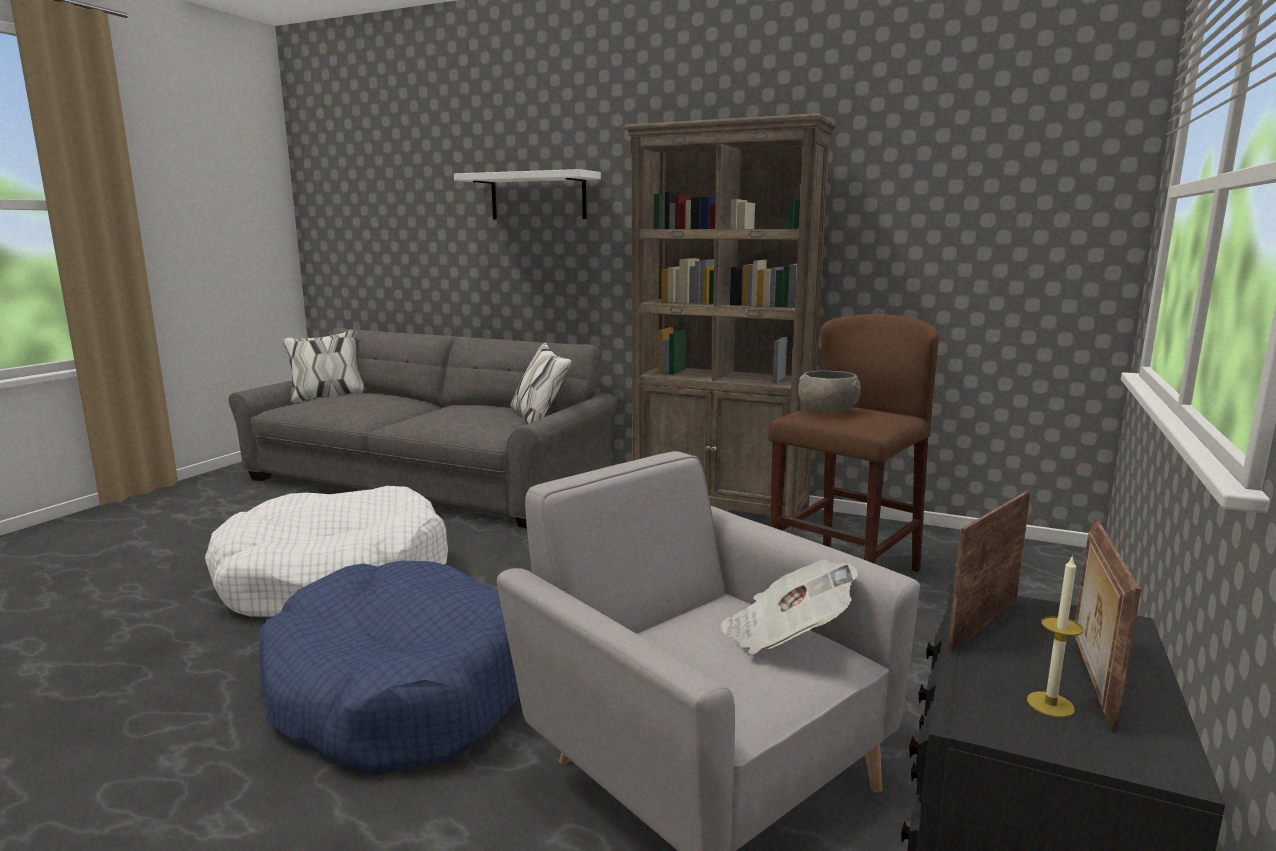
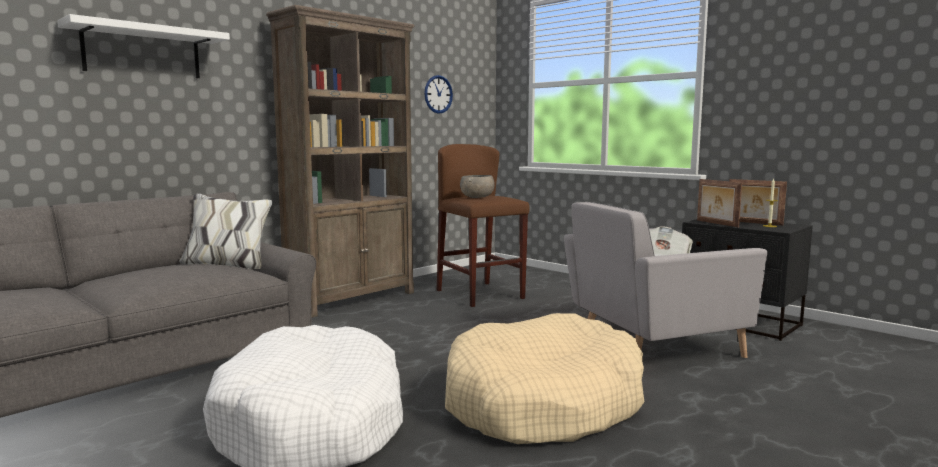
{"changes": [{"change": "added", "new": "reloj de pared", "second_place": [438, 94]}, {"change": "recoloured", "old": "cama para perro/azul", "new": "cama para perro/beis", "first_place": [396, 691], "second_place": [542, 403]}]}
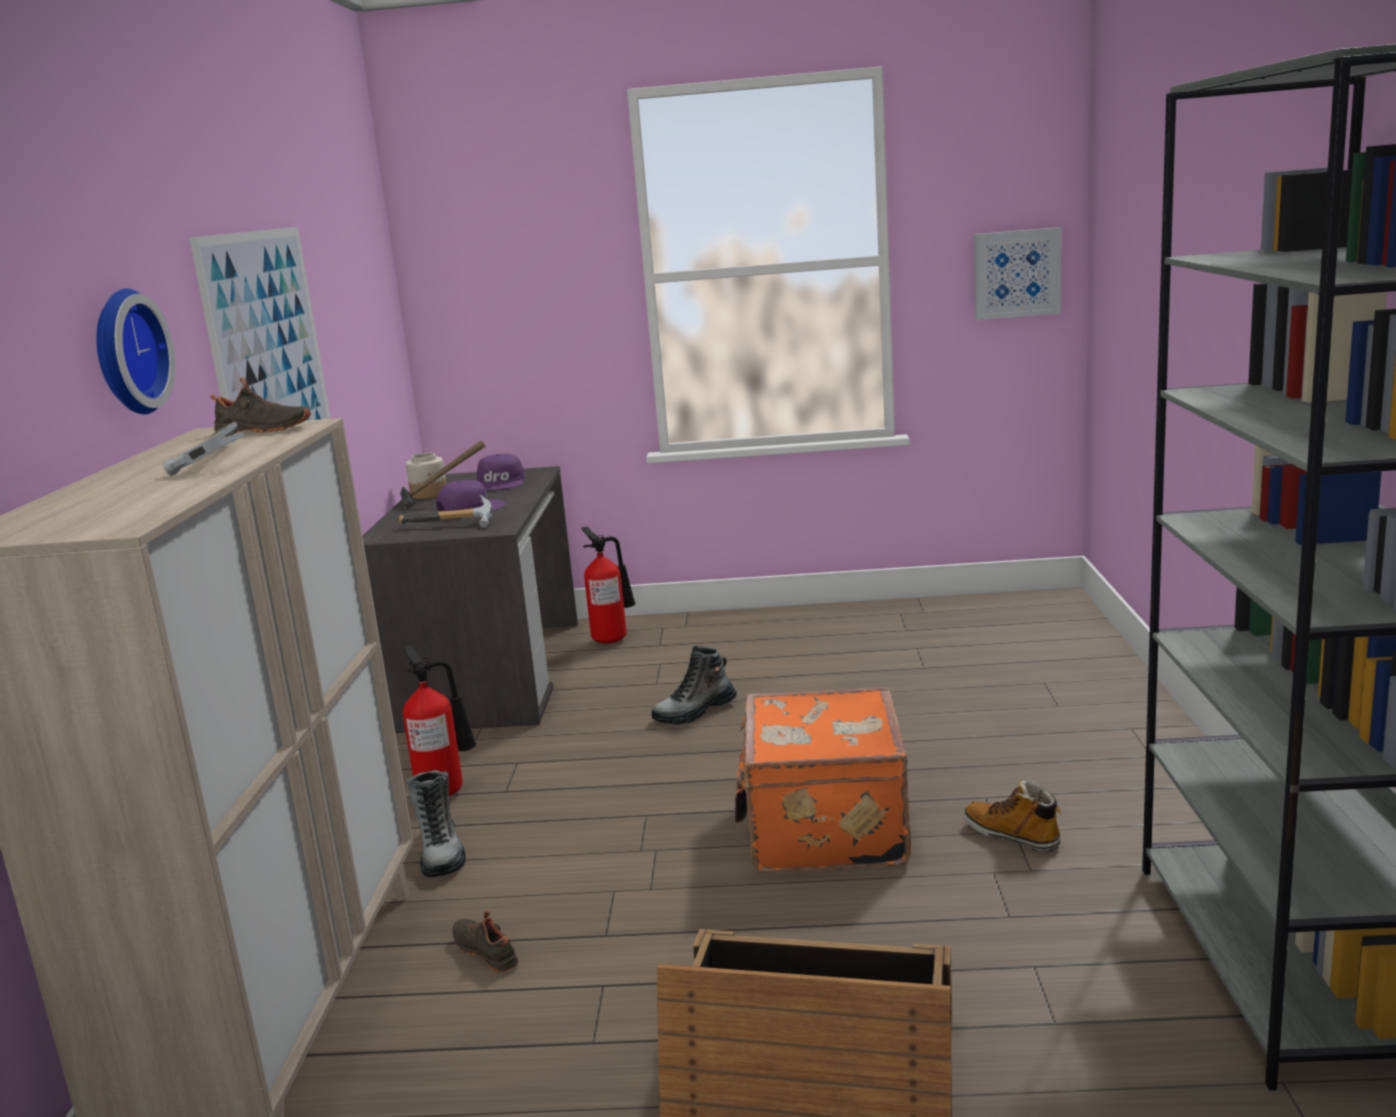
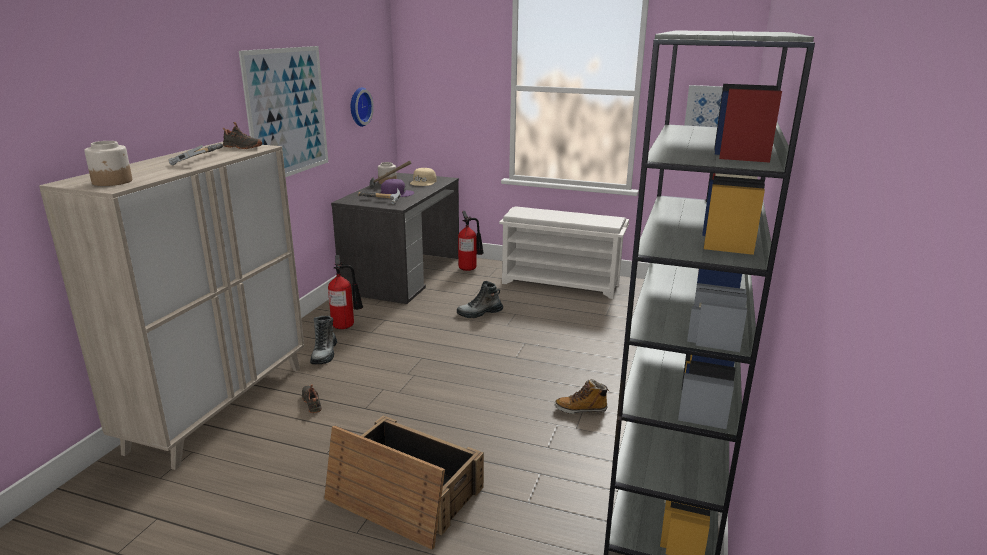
{"changes": [{"change": "added", "new": "tarro", "second_place": [112, 182]}, {"change": "moved", "old": "reloj de pared", "first_place": [125, 352], "second_place": [358, 106]}, {"change": "recoloured", "old": "gorra/morado", "new": "gorra/beis", "first_place": [501, 483], "second_place": [423, 182]}, {"change": "added", "new": "zapatero/blanco", "second_place": [561, 284]}, {"change": "turned", "old": "bota", "first_place": [1012, 836], "second_place": [581, 409], "degrees": -60}, {"change": "removed", "old": "maleta/naranja", "first_place": [822, 829]}]}
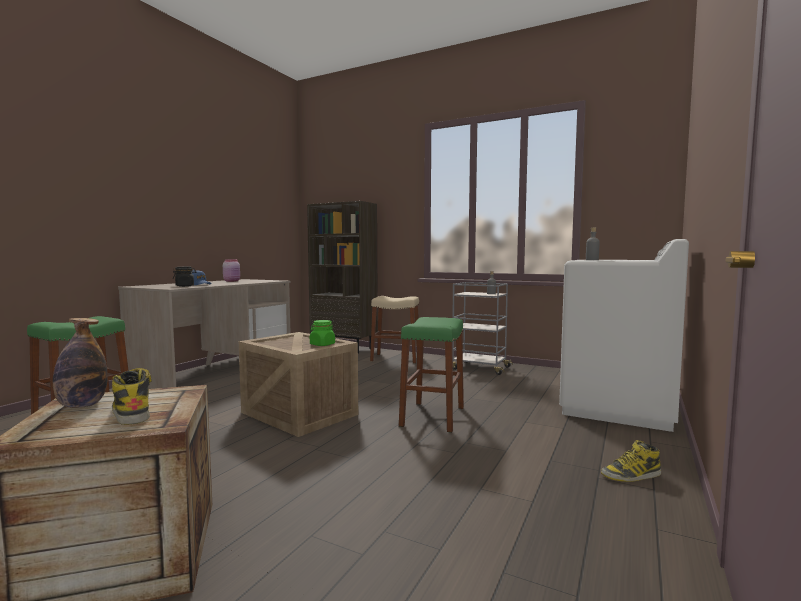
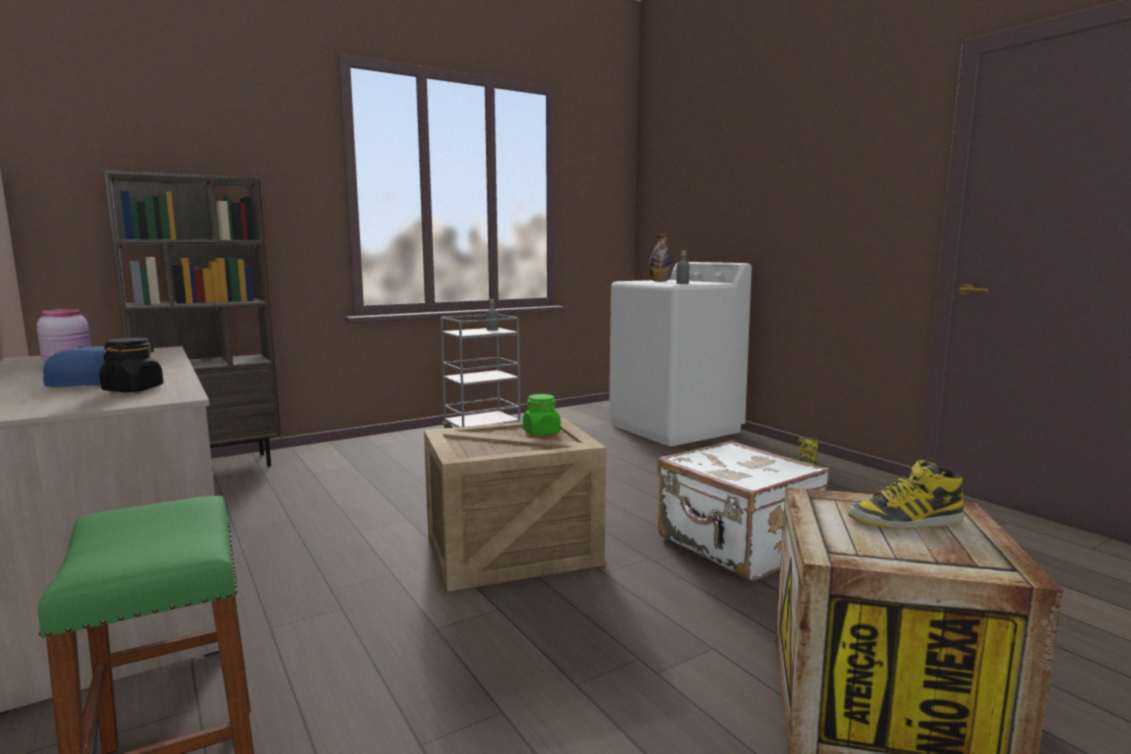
{"changes": [{"change": "moved", "old": "botella", "first_place": [82, 405], "second_place": [660, 282]}, {"change": "added", "new": "maleta/blanco", "second_place": [736, 546]}, {"change": "removed", "old": "taburete/beis", "first_place": [395, 358]}, {"change": "removed", "old": "taburete/verde", "first_place": [433, 416]}]}
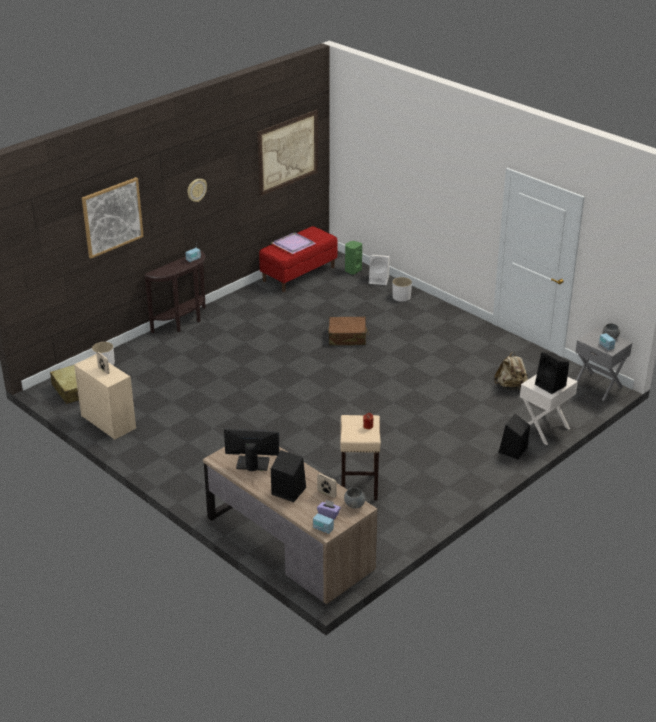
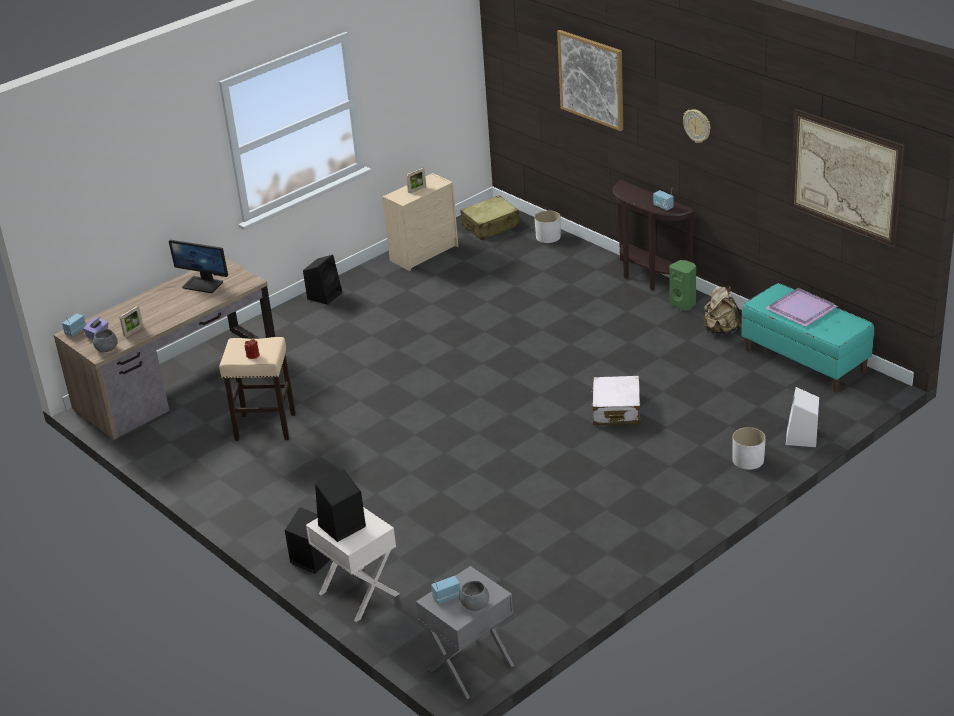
{"changes": [{"change": "turned", "old": "monitor", "first_place": [252, 464], "second_place": [203, 284], "degrees": 105}, {"change": "moved", "old": "altavoz/negro", "first_place": [287, 491], "second_place": [325, 295]}, {"change": "recoloured", "old": "maleta/marrón", "new": "maleta/blanco", "first_place": [347, 337], "second_place": [616, 410]}, {"change": "moved", "old": "altavoz/verde", "first_place": [352, 270], "second_place": [683, 304]}, {"change": "moved", "old": "mochila/beis", "first_place": [510, 386], "second_place": [721, 330]}, {"change": "recoloured", "old": "banco/rojo", "new": "banco/turquesa", "first_place": [298, 274], "second_place": [805, 360]}]}
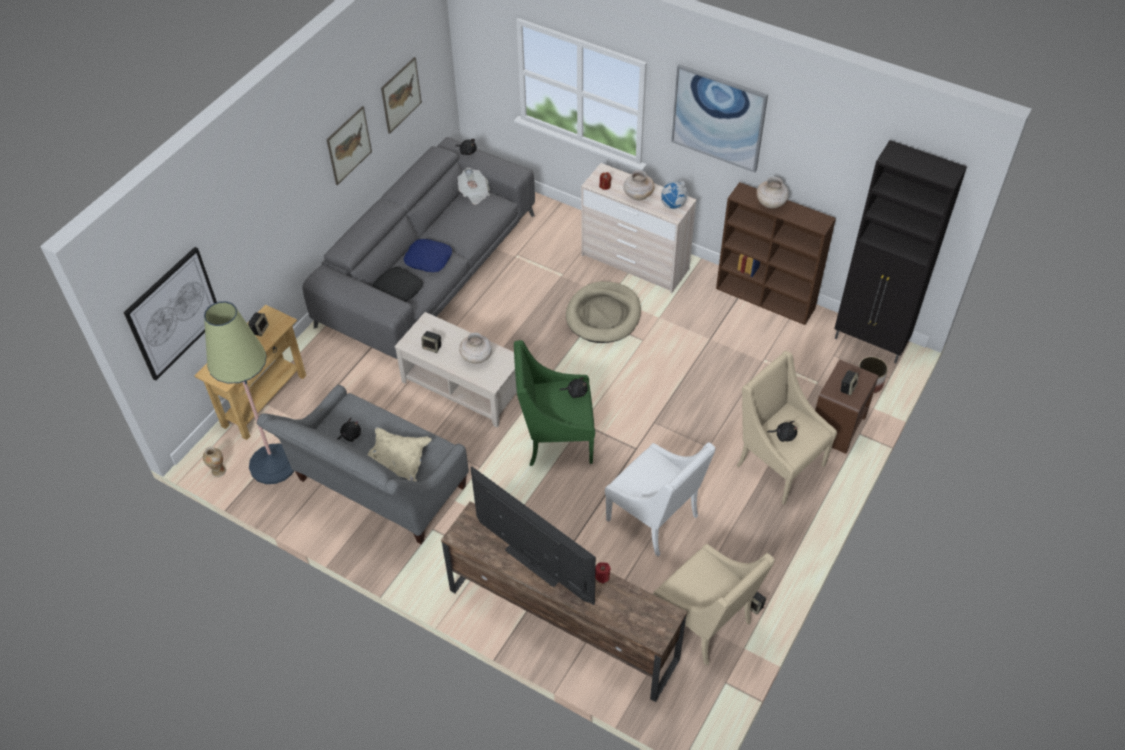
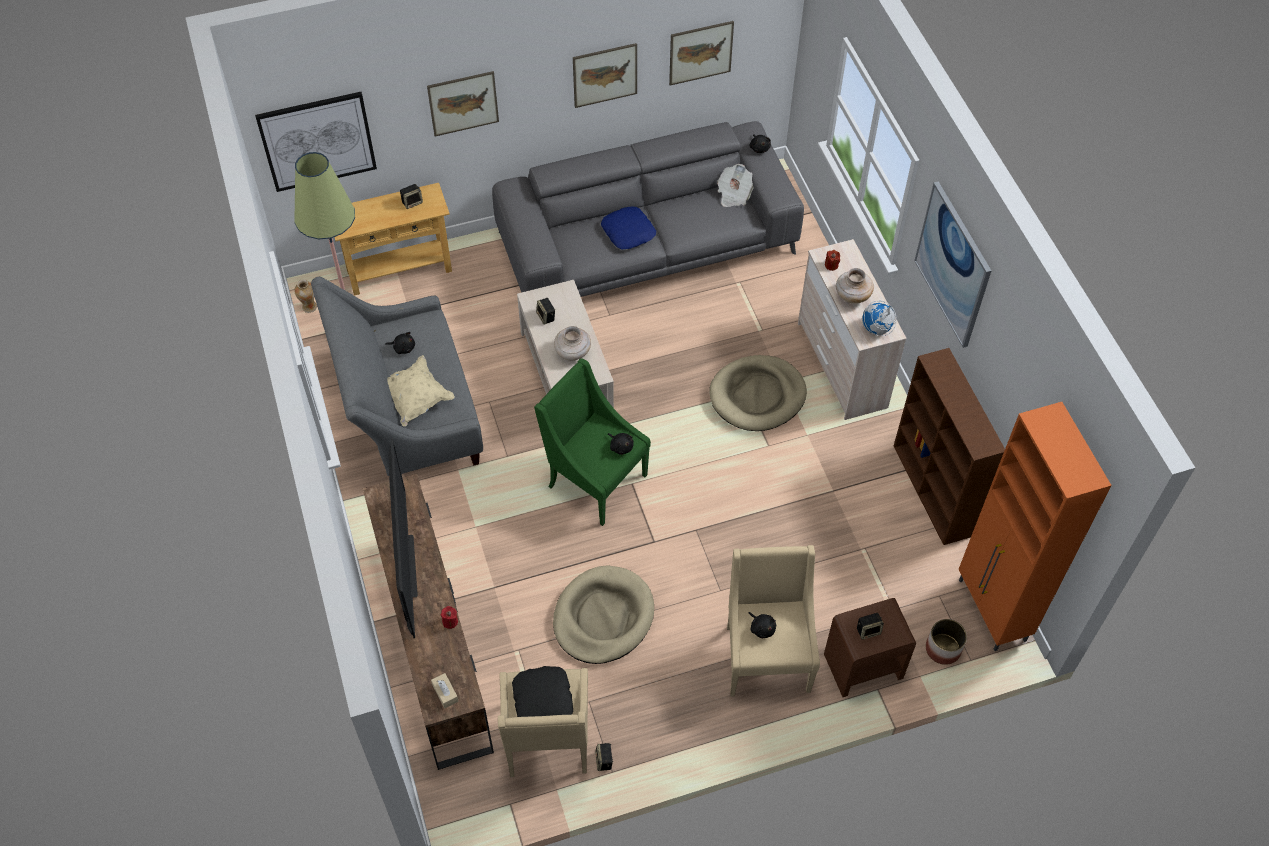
{"changes": [{"change": "added", "new": "cuadro", "second_place": [463, 103]}, {"change": "added", "new": "caja de pañuelos/beis", "second_place": [445, 693]}, {"change": "moved", "old": "cojín/negro", "first_place": [398, 289], "second_place": [543, 699]}, {"change": "replaced", "old": "sillón/blanco", "new": "cama para perro/beis", "first_place": [655, 519], "second_place": [603, 617]}, {"change": "recoloured", "old": "armario/negro", "new": "armario/naranja", "first_place": [870, 342], "second_place": [992, 611]}, {"change": "removed", "old": "florero/beis", "first_place": [771, 203]}]}
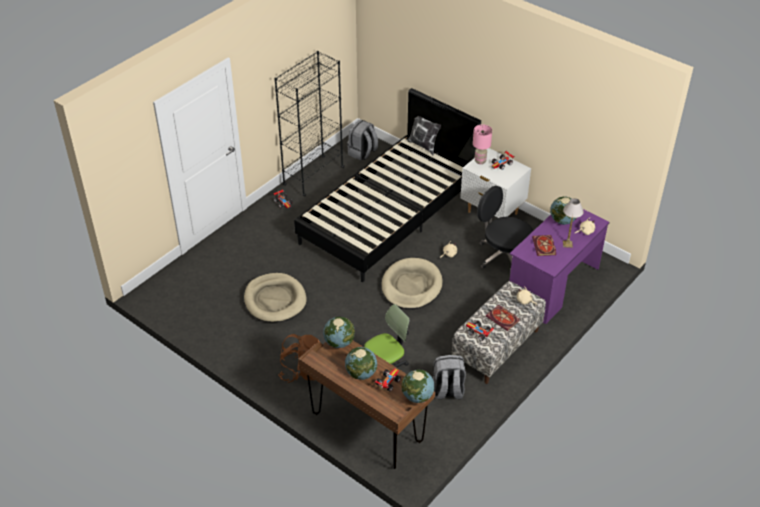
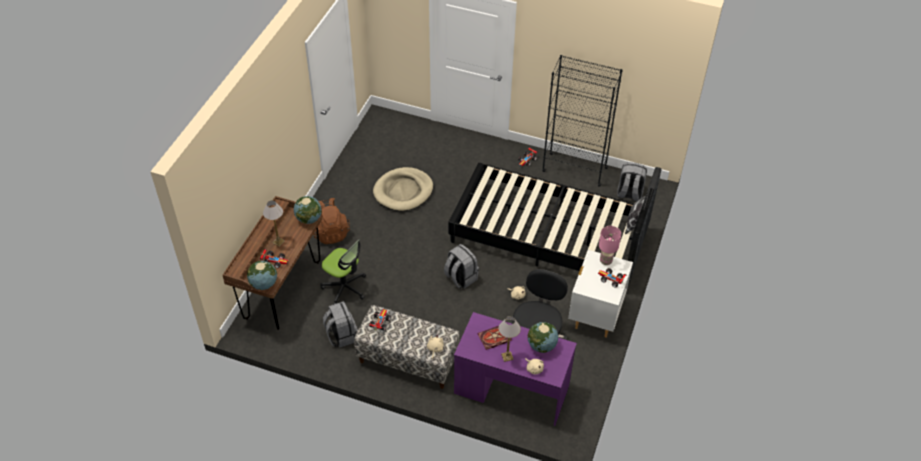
{"changes": [{"change": "replaced", "old": "globo terráqueo", "new": "lámpara de mesa", "first_place": [361, 373], "second_place": [278, 242]}, {"change": "replaced", "old": "cama para perro/beis", "new": "mochila/gris", "first_place": [411, 286], "second_place": [460, 278]}, {"change": "removed", "old": "libro", "first_place": [503, 319]}]}
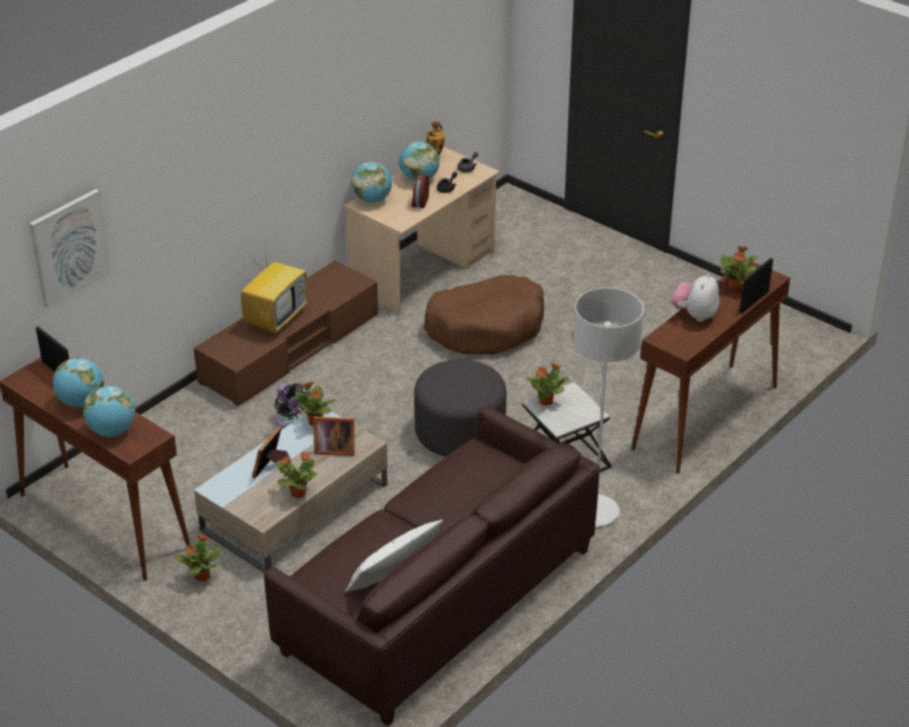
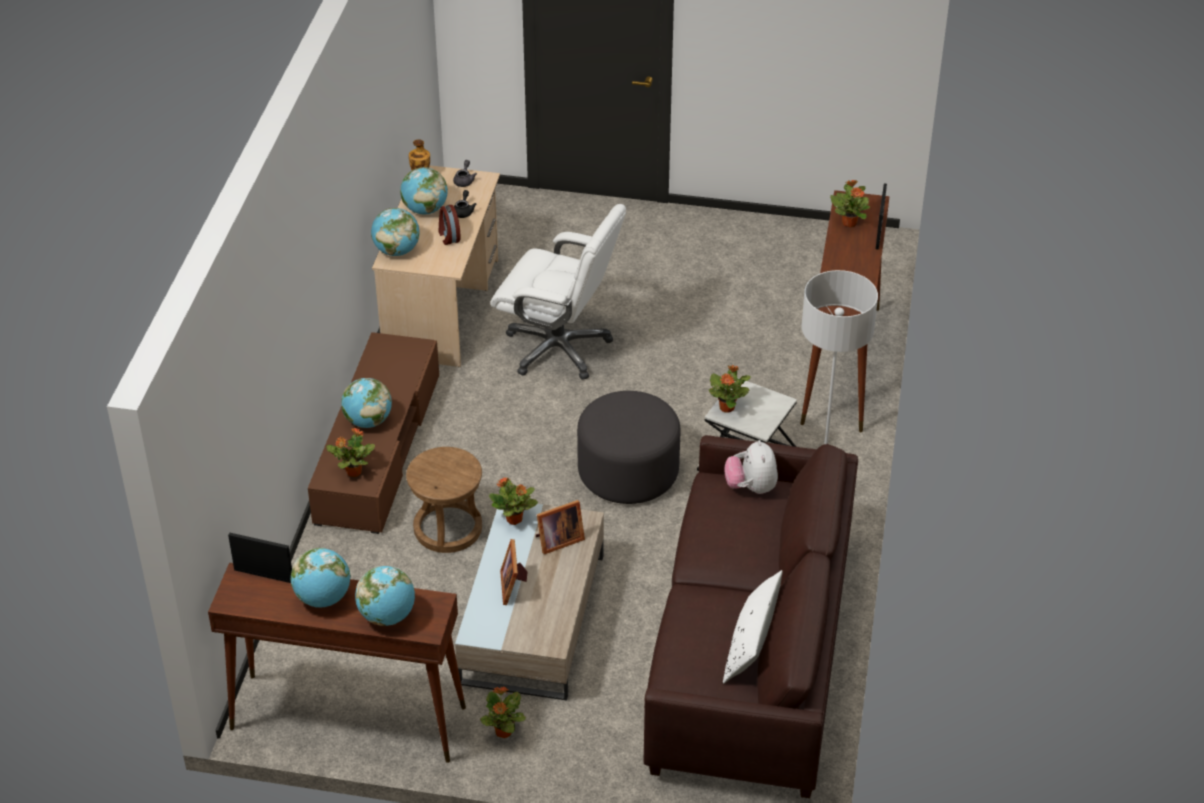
{"changes": [{"change": "moved", "old": "planta en maceta", "first_place": [297, 493], "second_place": [353, 472]}, {"change": "replaced", "old": "televisor", "new": "globo terráqueo", "first_place": [276, 319], "second_place": [368, 421]}, {"change": "replaced", "old": "ventilador/negro", "new": "taburete/marrón", "first_place": [290, 421], "second_place": [447, 528]}, {"change": "replaced", "old": "cama para perro/marrón", "new": "silla de oficina/blanco", "first_place": [486, 327], "second_place": [559, 348]}, {"change": "moved", "old": "peluche", "first_place": [695, 315], "second_place": [751, 487]}, {"change": "removed", "old": "cuadro", "first_place": [69, 247]}]}
